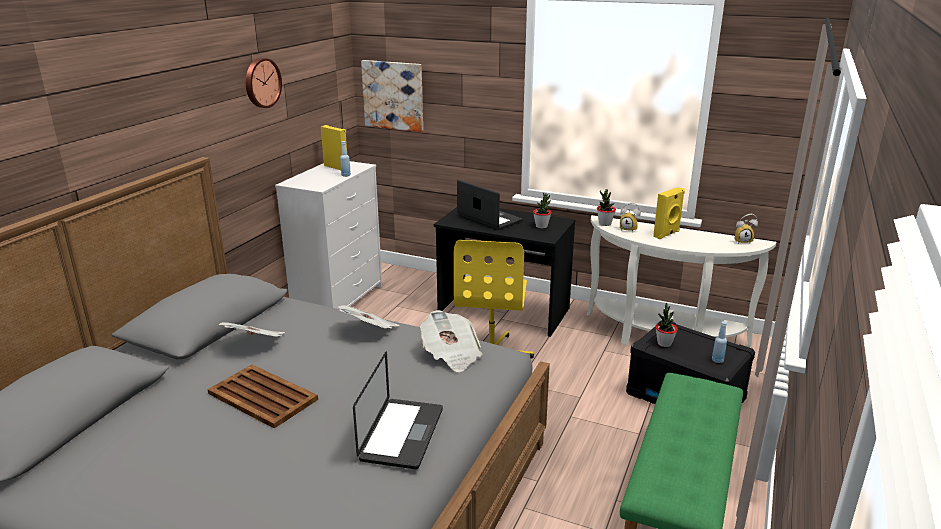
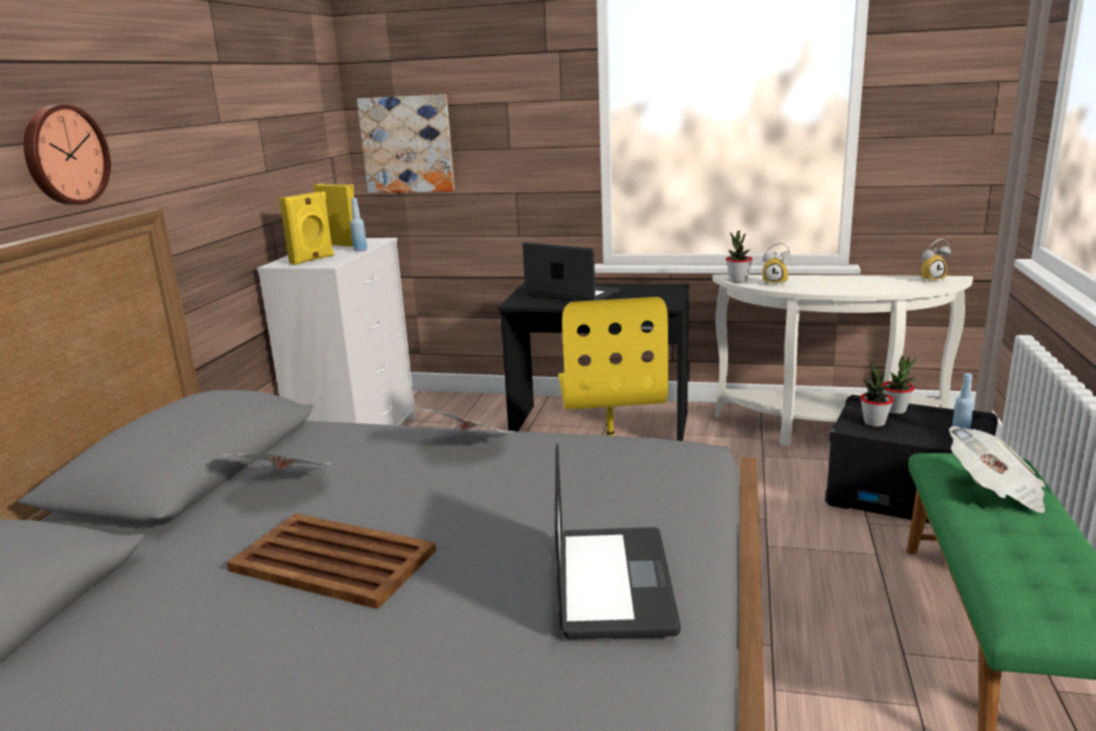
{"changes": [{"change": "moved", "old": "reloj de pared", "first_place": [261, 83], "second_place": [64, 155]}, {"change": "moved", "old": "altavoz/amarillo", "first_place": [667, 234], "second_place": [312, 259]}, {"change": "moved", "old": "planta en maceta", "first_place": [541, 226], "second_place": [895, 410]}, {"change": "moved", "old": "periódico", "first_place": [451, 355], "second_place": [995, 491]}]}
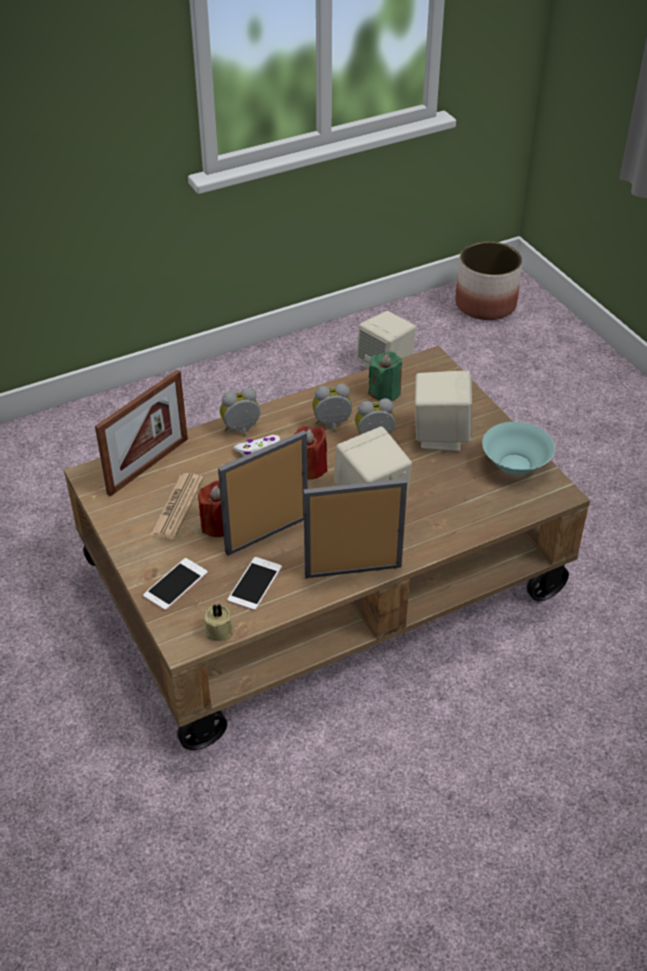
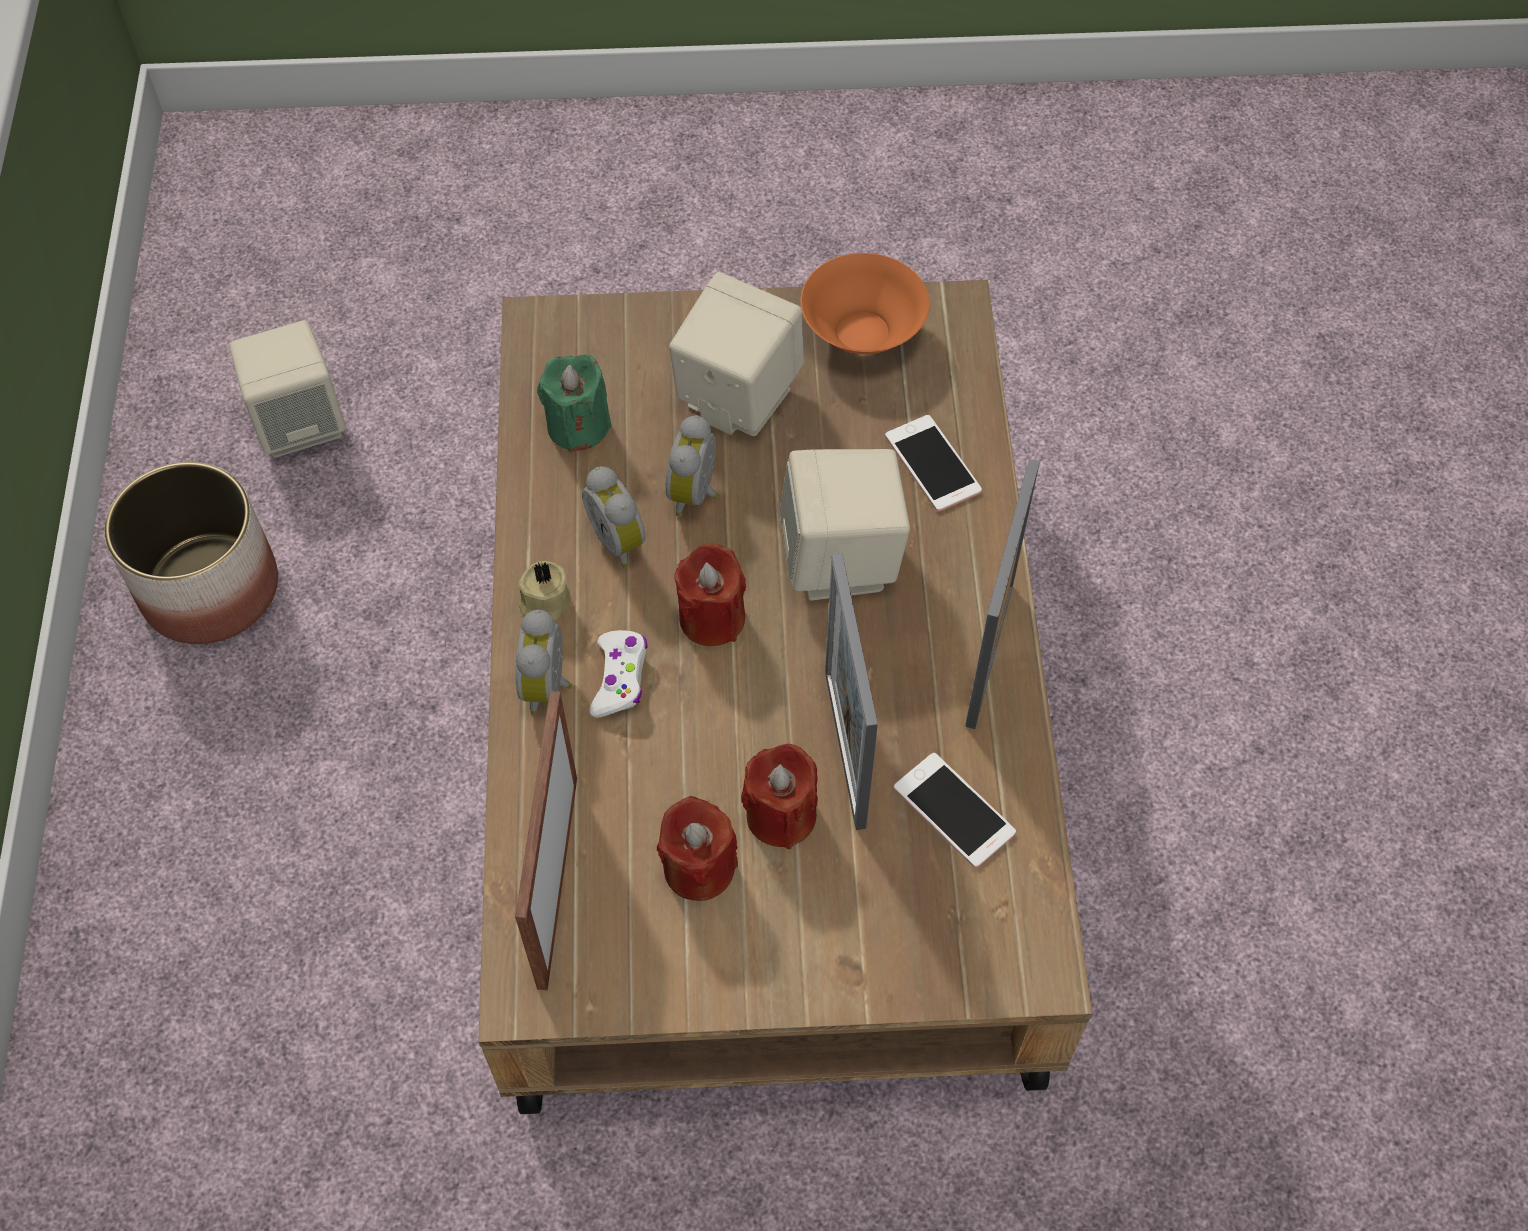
{"changes": [{"change": "moved", "old": "maceta", "first_place": [485, 304], "second_place": [210, 589]}, {"change": "turned", "old": "portarretratos", "first_place": [148, 466], "second_place": [557, 880], "degrees": -150}, {"change": "moved", "old": "vela/beis", "first_place": [218, 630], "second_place": [544, 602]}, {"change": "turned", "old": "despertador", "first_place": [332, 426], "second_place": [621, 540], "degrees": -45}, {"change": "replaced", "old": "periódico", "new": "vela/rojo", "first_place": [177, 507], "second_place": [698, 868]}, {"change": "recoloured", "old": "cuenco/turquesa", "new": "cuenco/naranja", "first_place": [515, 464], "second_place": [861, 331]}, {"change": "moved", "old": "móvil", "first_place": [175, 585], "second_place": [932, 464]}]}
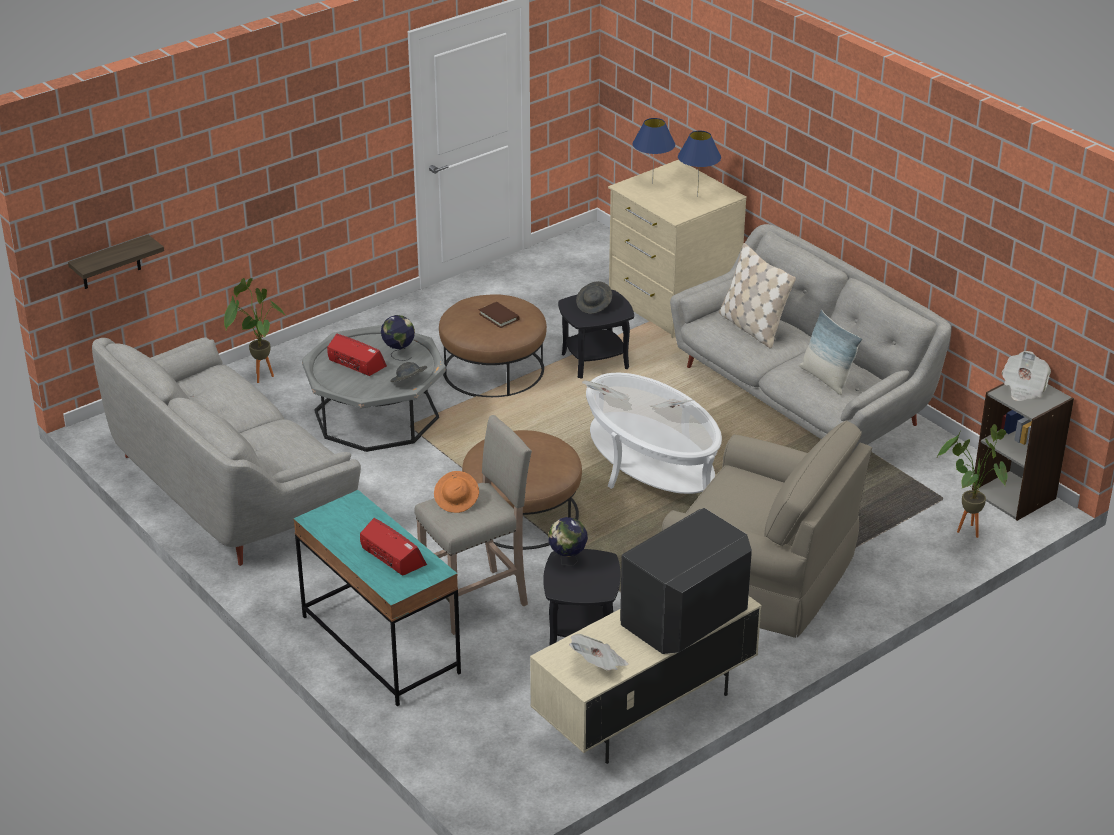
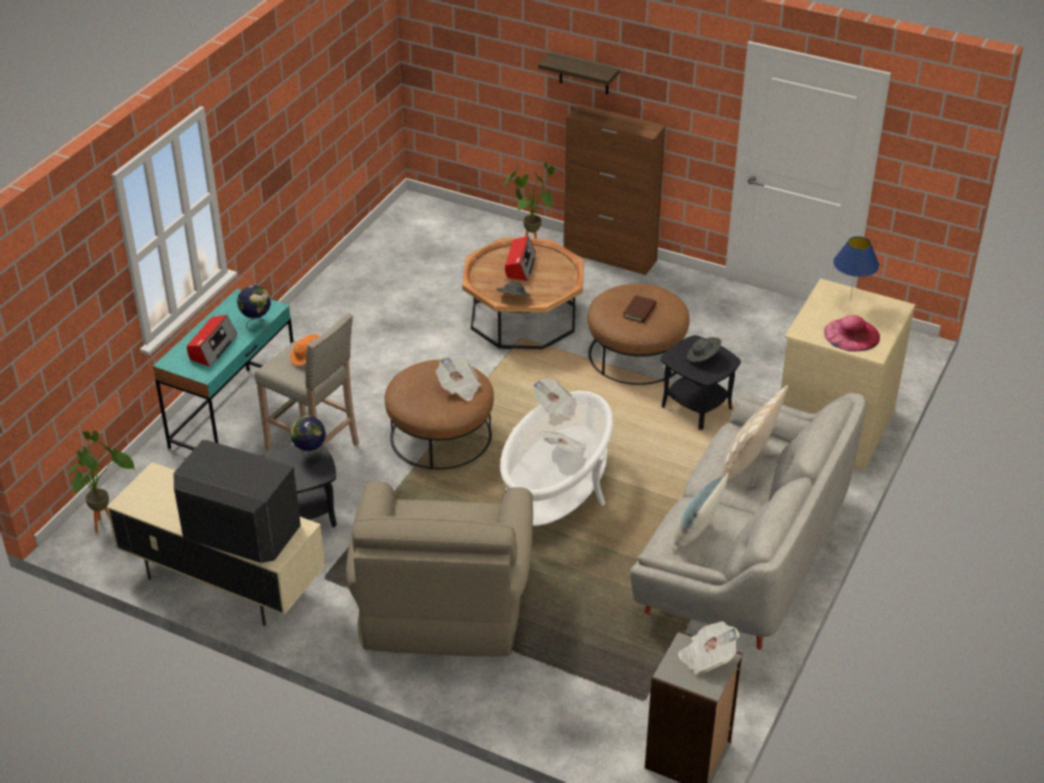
{"changes": [{"change": "moved", "old": "planta en maceta", "first_place": [965, 528], "second_place": [108, 523]}, {"change": "moved", "old": "globo terráqueo", "first_place": [398, 354], "second_place": [256, 322]}, {"change": "moved", "old": "periódico", "first_place": [598, 664], "second_place": [459, 388]}, {"change": "recoloured", "old": "mesa de centro/gris", "new": "mesa de centro/marrón", "first_place": [376, 415], "second_place": [523, 317]}, {"change": "moved", "old": "estante", "first_place": [110, 263], "second_place": [584, 74]}, {"change": "added", "new": "armario/marrón", "second_place": [610, 256]}, {"change": "replaced", "old": "lámpara de mesa/azul", "new": "sombrero/rosa", "first_place": [697, 197], "second_place": [851, 334]}, {"change": "removed", "old": "sofá/gris", "first_place": [232, 486]}]}
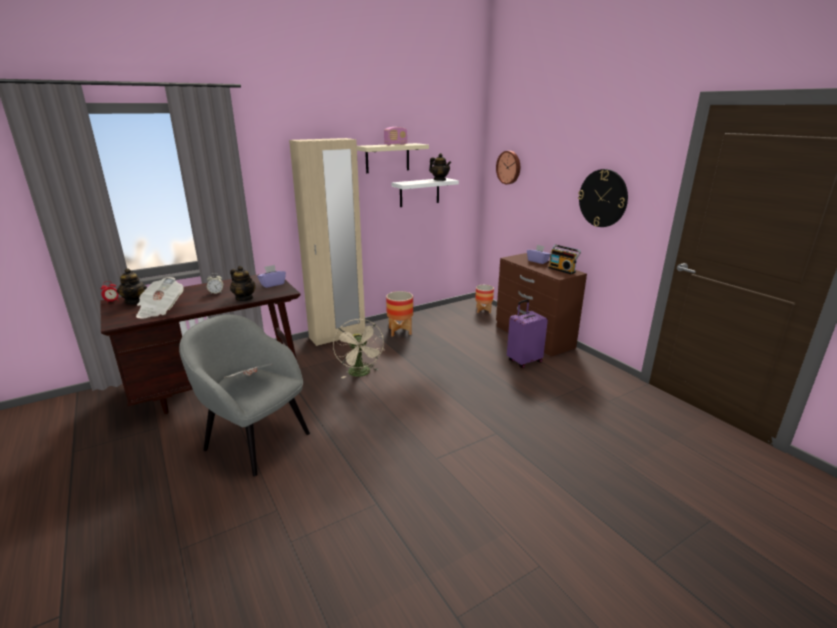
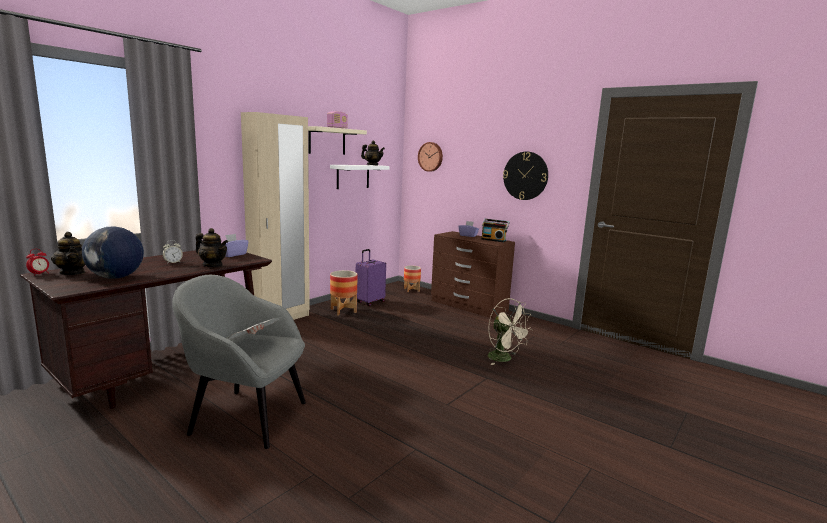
{"changes": [{"change": "replaced", "old": "periódico", "new": "globo terráqueo", "first_place": [160, 310], "second_place": [116, 277]}, {"change": "moved", "old": "maleta/morado", "first_place": [524, 361], "second_place": [370, 302]}, {"change": "moved", "old": "ventilador/beis", "first_place": [361, 374], "second_place": [504, 359]}]}
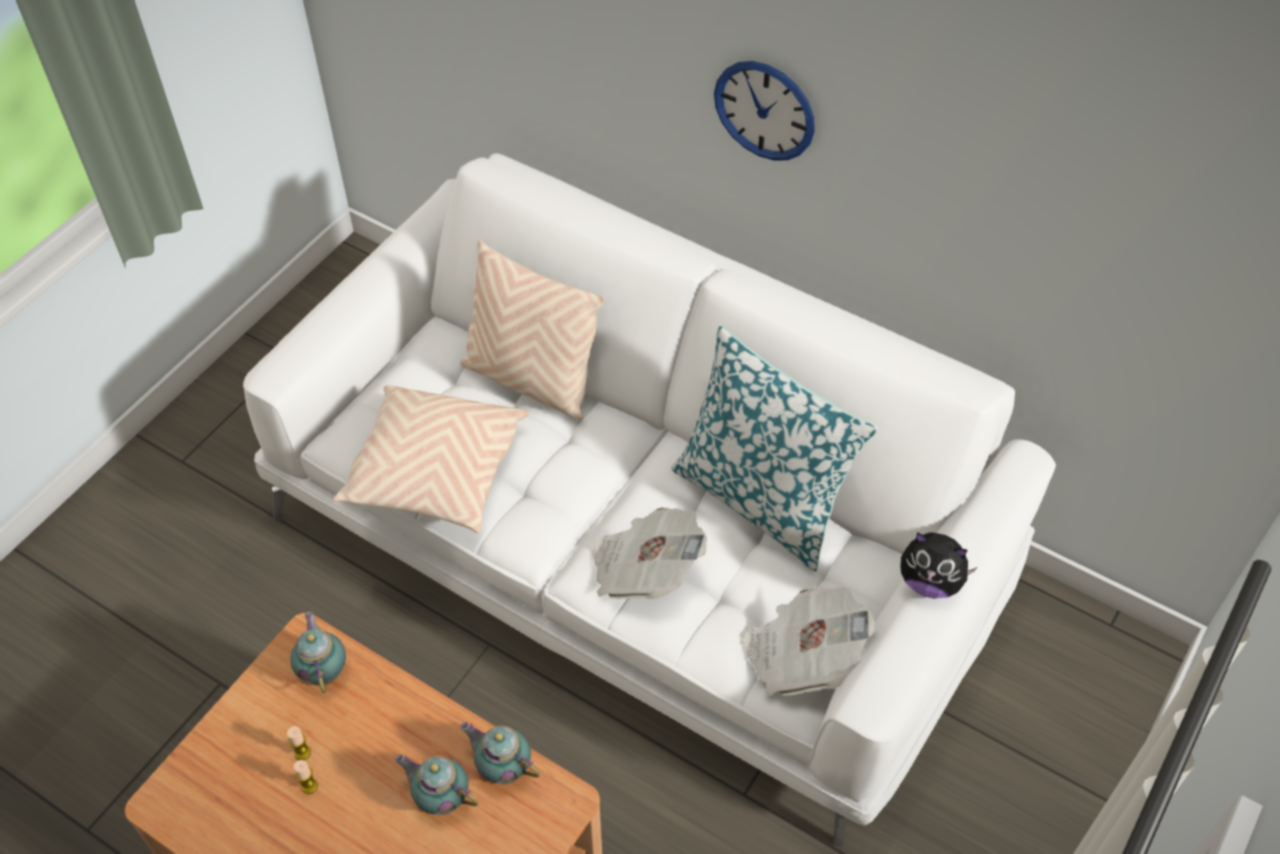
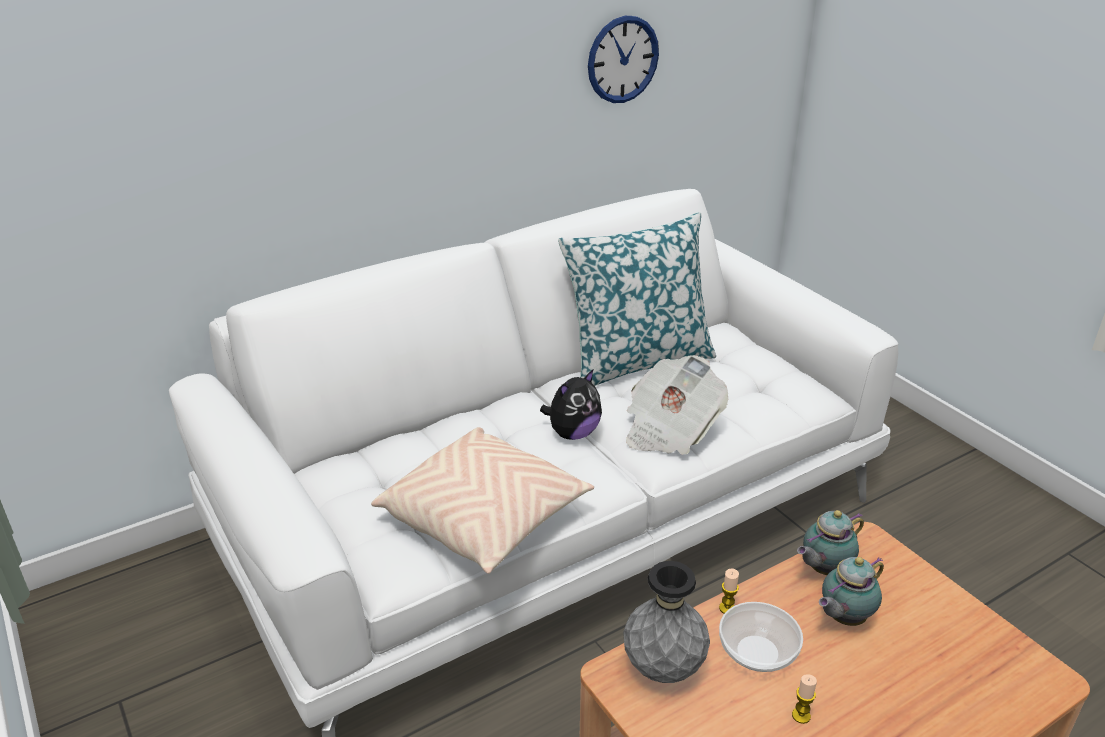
{"changes": [{"change": "moved", "old": "peluche", "first_place": [930, 582], "second_place": [573, 433]}, {"change": "moved", "old": "reloj de pared", "first_place": [764, 110], "second_place": [622, 59]}, {"change": "replaced", "old": "tetera", "new": "florero/gris", "first_place": [324, 670], "second_place": [663, 669]}, {"change": "moved", "old": "vela", "first_place": [302, 752], "second_place": [727, 608]}, {"change": "added", "new": "cuenco", "second_place": [756, 651]}, {"change": "removed", "old": "cojín/beis", "first_place": [531, 380]}, {"change": "removed", "old": "periódico", "first_place": [802, 656]}]}
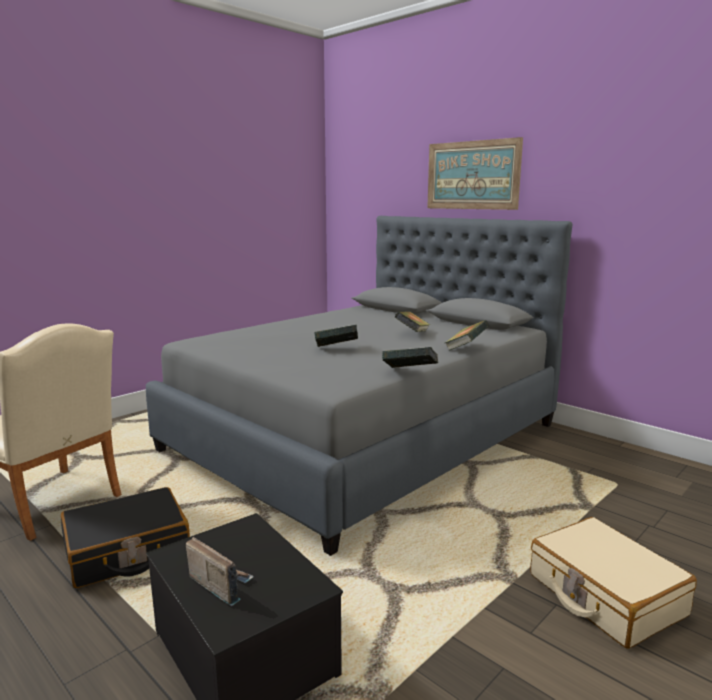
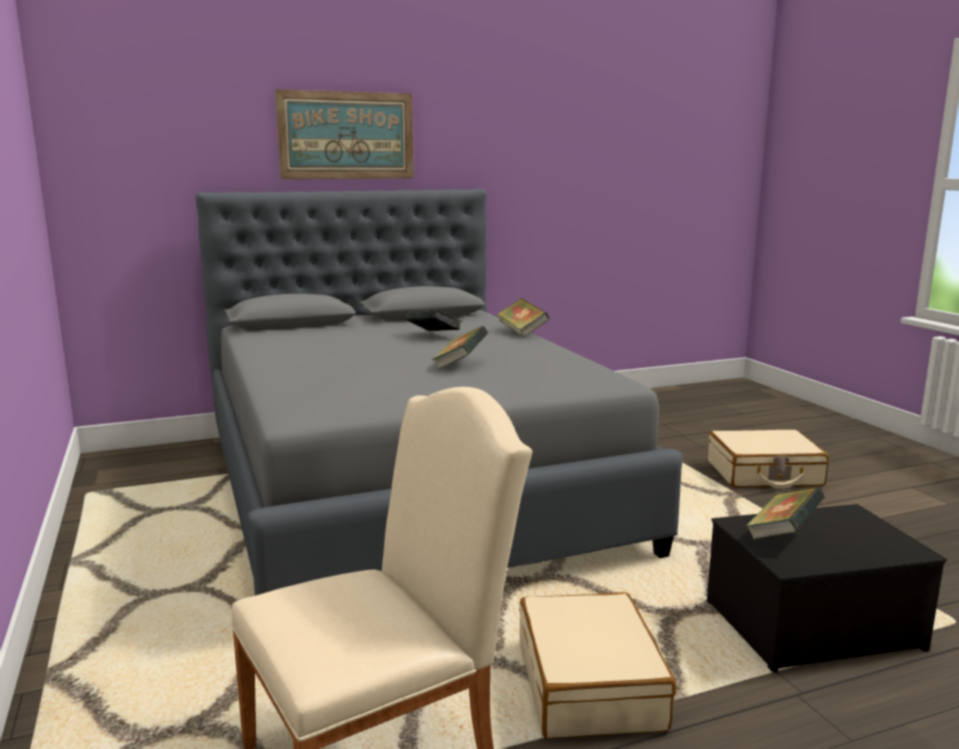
{"changes": [{"change": "recoloured", "old": "maleta/negro", "new": "maleta/beis", "first_place": [127, 551], "second_place": [590, 684]}, {"change": "moved", "old": "libro", "first_place": [410, 373], "second_place": [782, 534]}, {"change": "removed", "old": "radio", "first_place": [220, 583]}]}
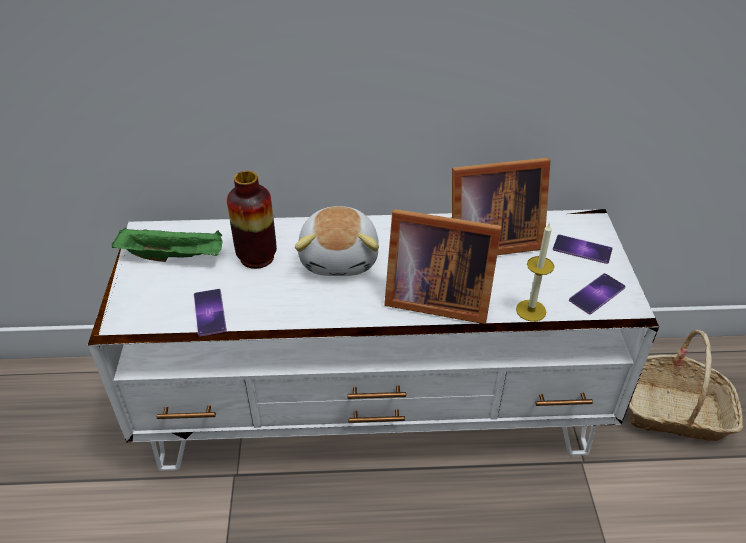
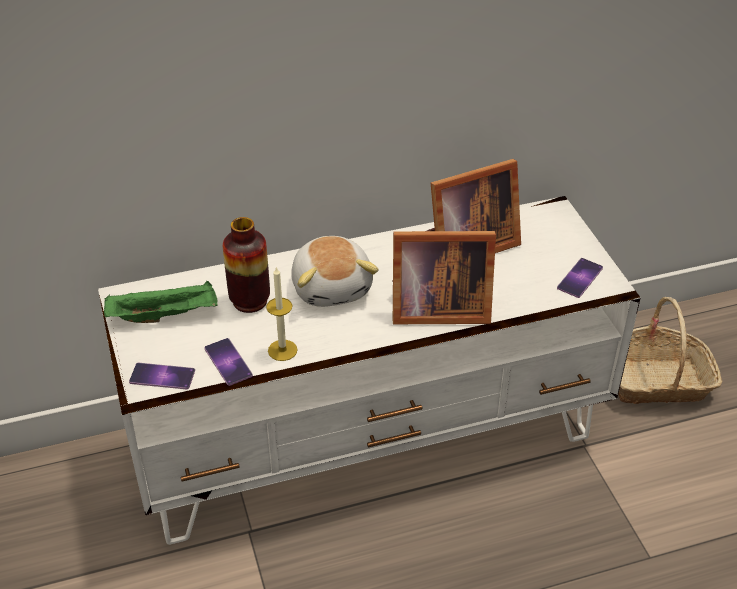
{"changes": [{"change": "moved", "old": "móvil", "first_place": [582, 249], "second_place": [162, 376]}, {"change": "moved", "old": "vela", "first_place": [531, 310], "second_place": [282, 350]}]}
